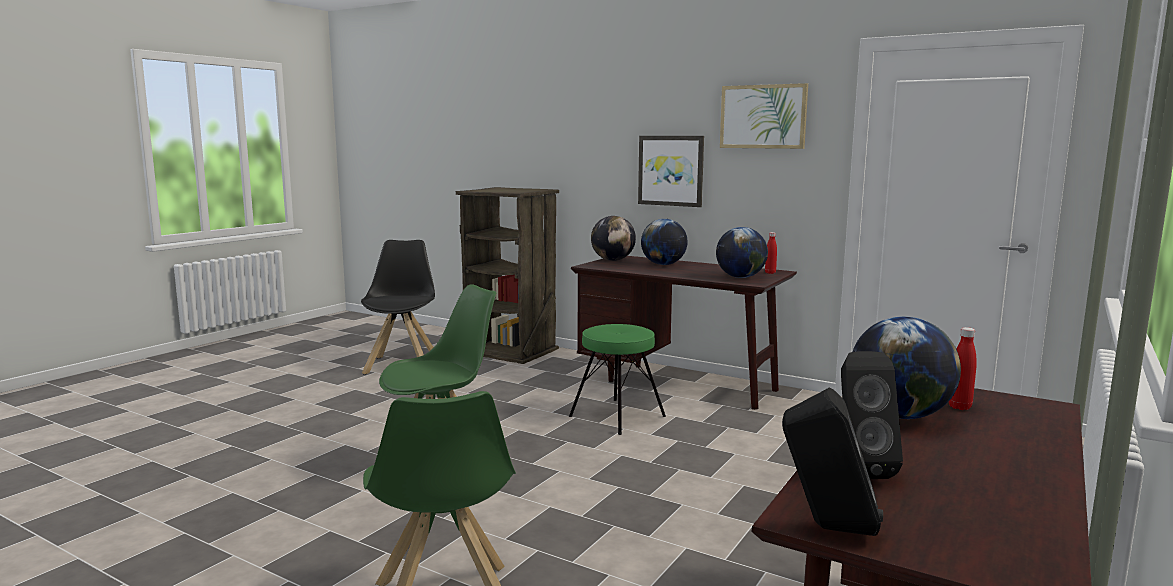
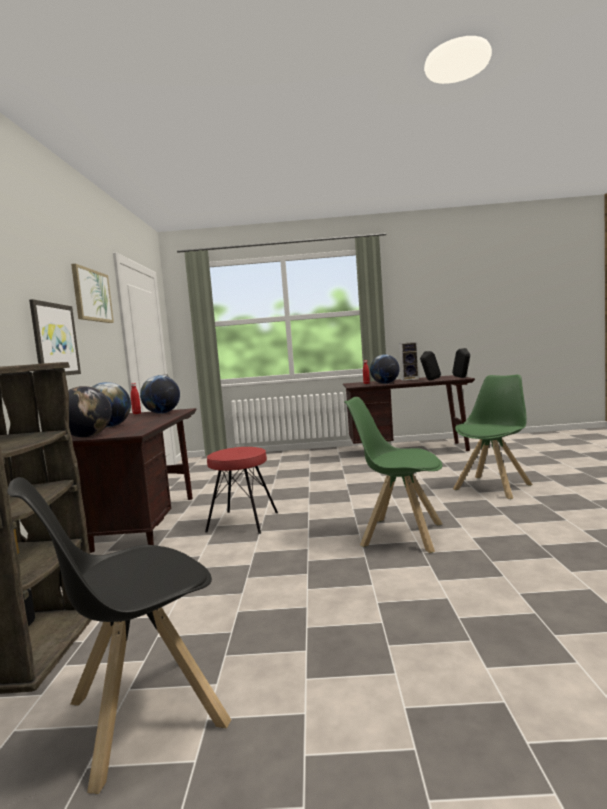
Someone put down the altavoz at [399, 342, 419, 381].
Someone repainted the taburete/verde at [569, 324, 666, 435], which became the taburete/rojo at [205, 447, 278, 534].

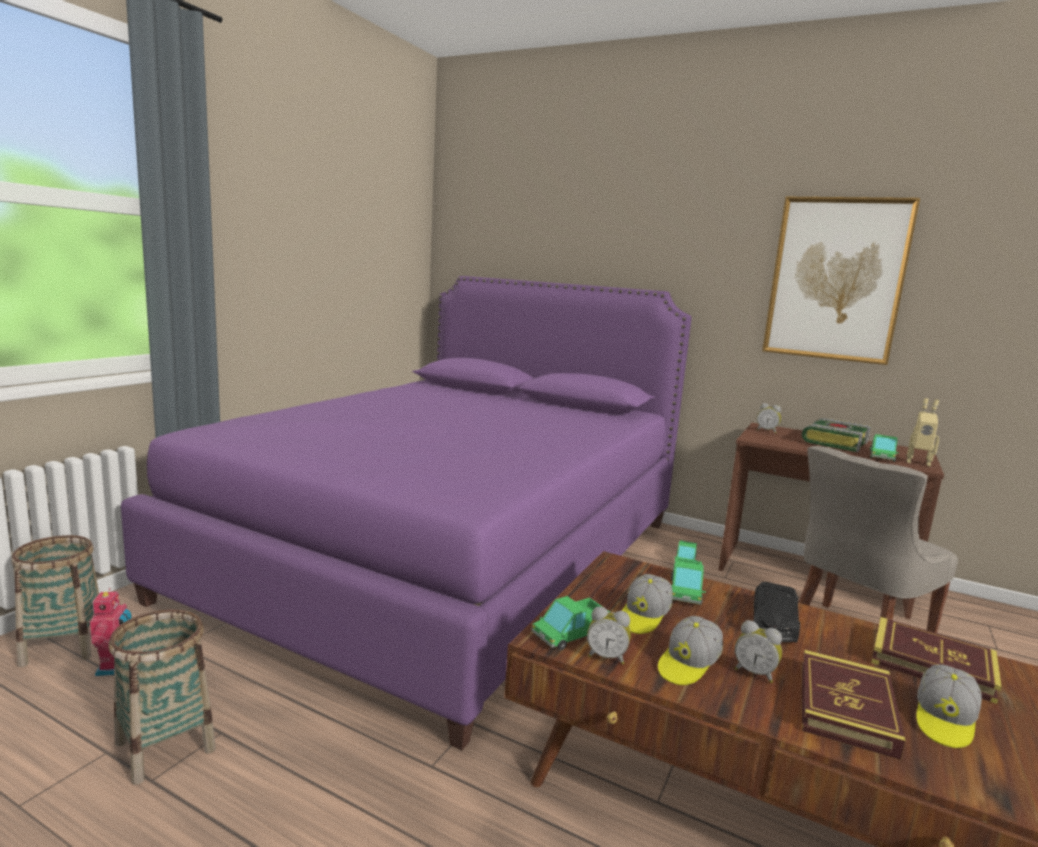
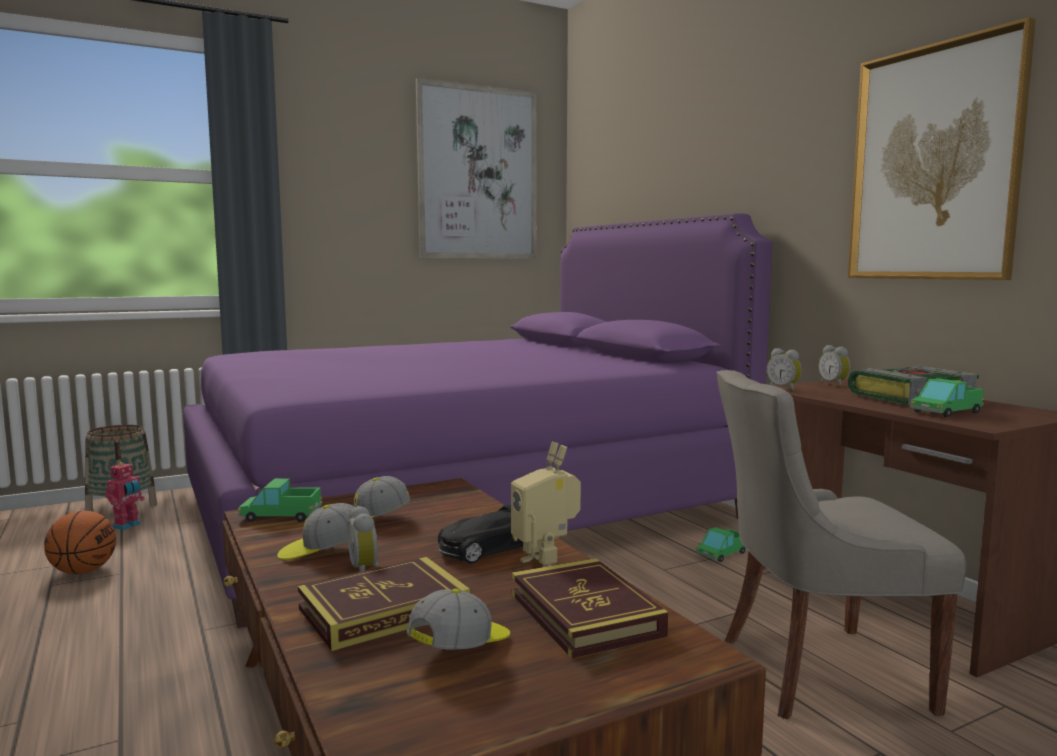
Someone took away the camión de juguete at [671, 558, 706, 604].
Someone put up the cuadro at [416, 78, 537, 259].
Someone carried the despertador from [587, 606, 631, 664] to [767, 348, 802, 391].
Someone carried the robot de juguete from [907, 398, 939, 467] to [511, 442, 581, 567].
Someone swapped the cesta at [108, 609, 216, 785] for the balón de baloncesto at [44, 511, 116, 574].
Someone rotated the gorra at [916, 664, 982, 748] by 150 degrees clockwise.

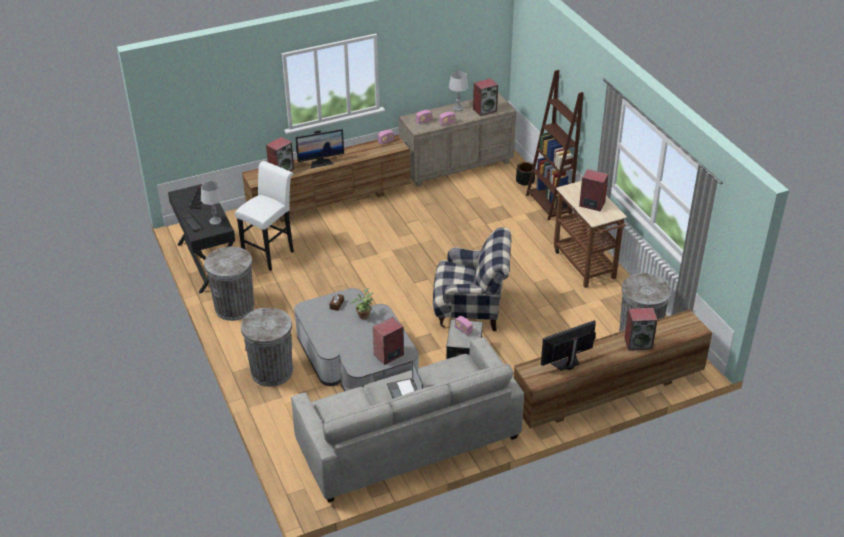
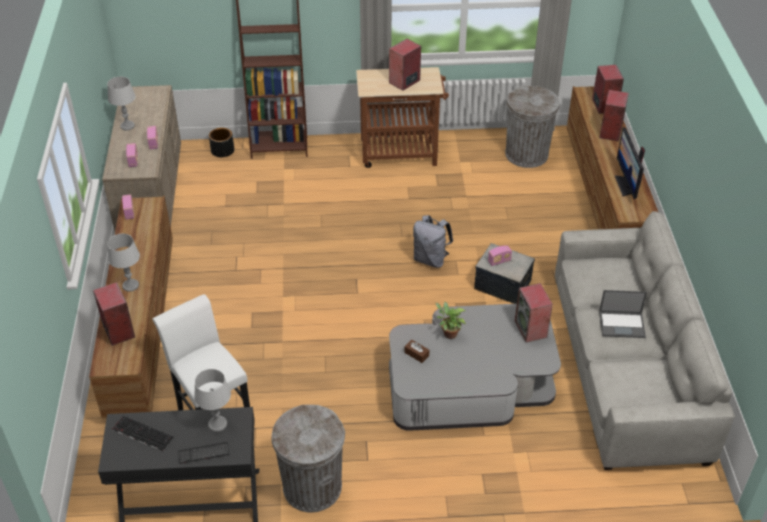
Someone took away the papelera/gris at [241, 308, 293, 387].
Someone carried the altavoz from [473, 78, 498, 116] to [592, 65, 624, 114].
Someone swapped the monitor at [296, 129, 344, 168] for the lámpara de mesa/gris at [107, 234, 140, 292].
Someone swapped the sillón at [433, 227, 511, 331] for the mochila/gris at [413, 215, 453, 268].

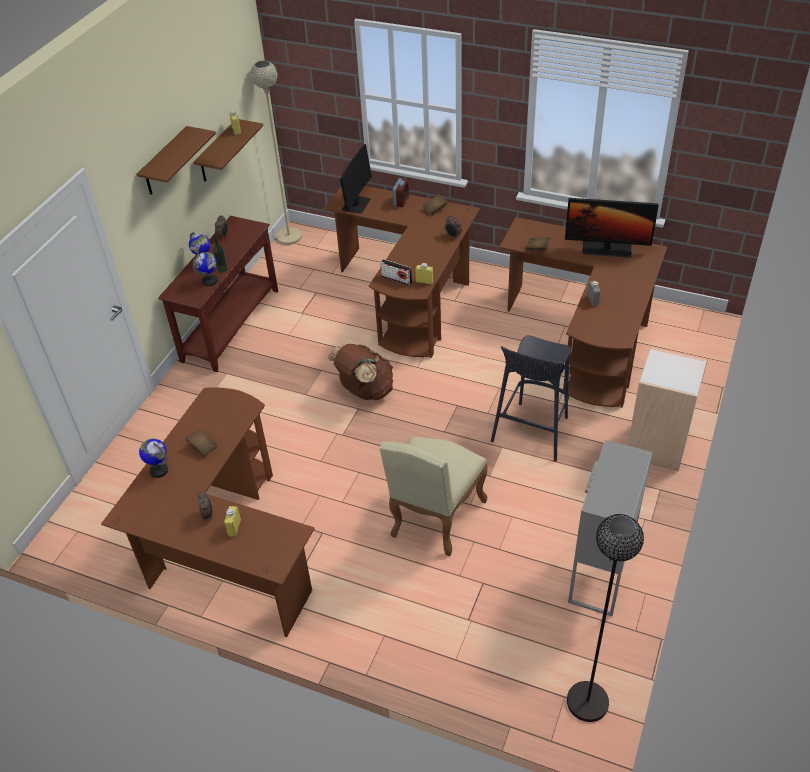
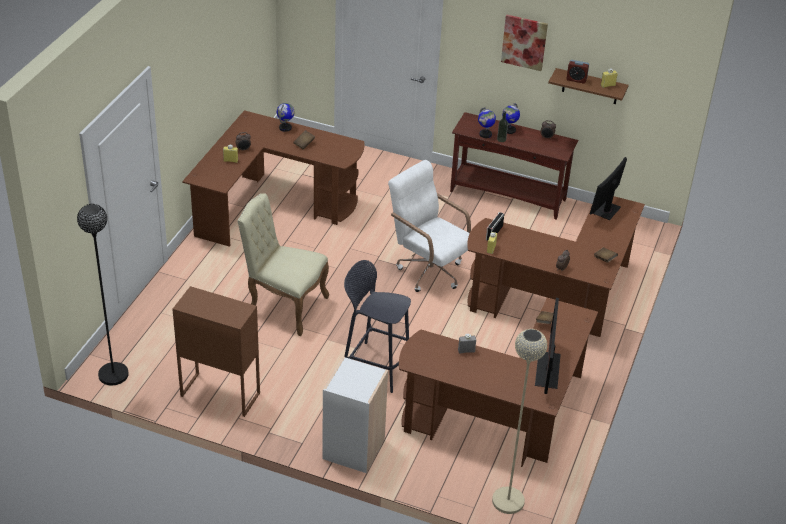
Someone carried the lámpara de pie/beis from [250, 60, 302, 245] to [492, 329, 547, 514].
Someone carried the despertador from [393, 178, 409, 207] to [566, 60, 589, 84].
Someone swapped the estante/marrón at [137, 126, 216, 195] for the cuadro at [501, 15, 548, 71].
Someone swapped the mochila/marrón at [327, 344, 393, 400] for the silla de oficina/blanco at [388, 160, 471, 292].
Someone repainted the armario/gris at [568, 440, 653, 616], which became the armario/marrón at [172, 286, 260, 417].
Someone rotated the monitor at [340, 144, 372, 214] by 105 degrees clockwise.

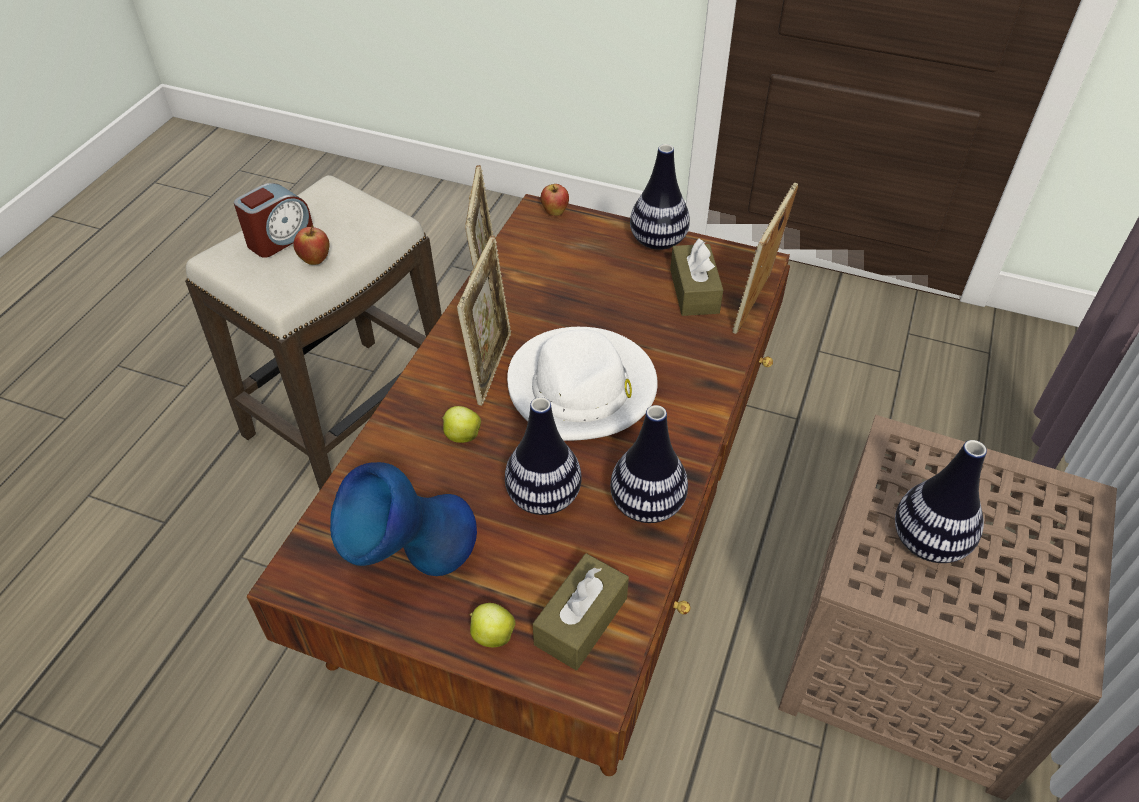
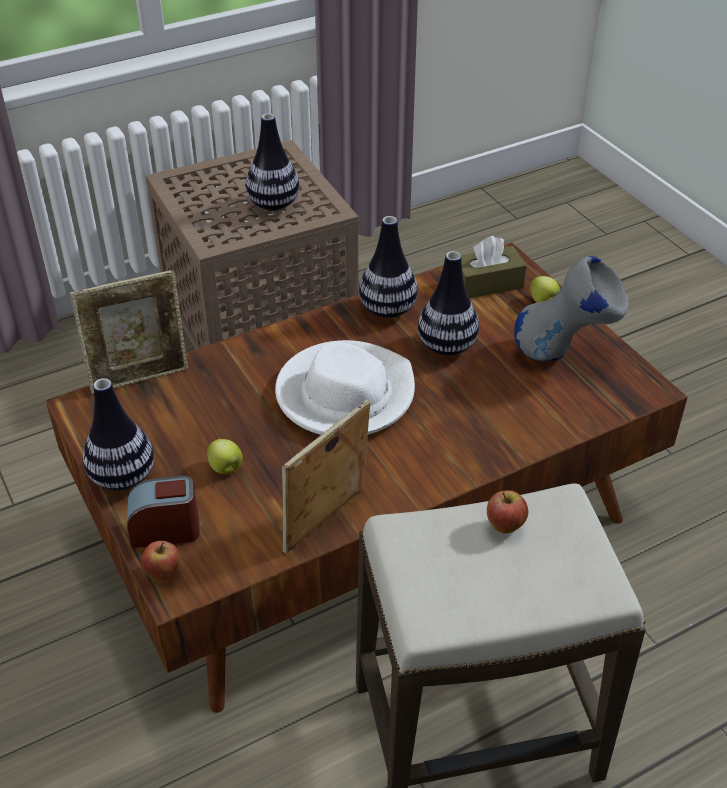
Someone took away the portarretratos at [457, 235, 511, 406].
Someone took away the caja de pañuelos/marrón at [670, 238, 723, 316].
Someone carried the despertador from [234, 183, 313, 258] to [127, 476, 200, 548].
Someone carried the manzana from [442, 406, 481, 443] to [207, 439, 242, 474].
Someone repainted the florero/azul at [330, 462, 477, 576], which became the florero/gris at [514, 256, 629, 361].

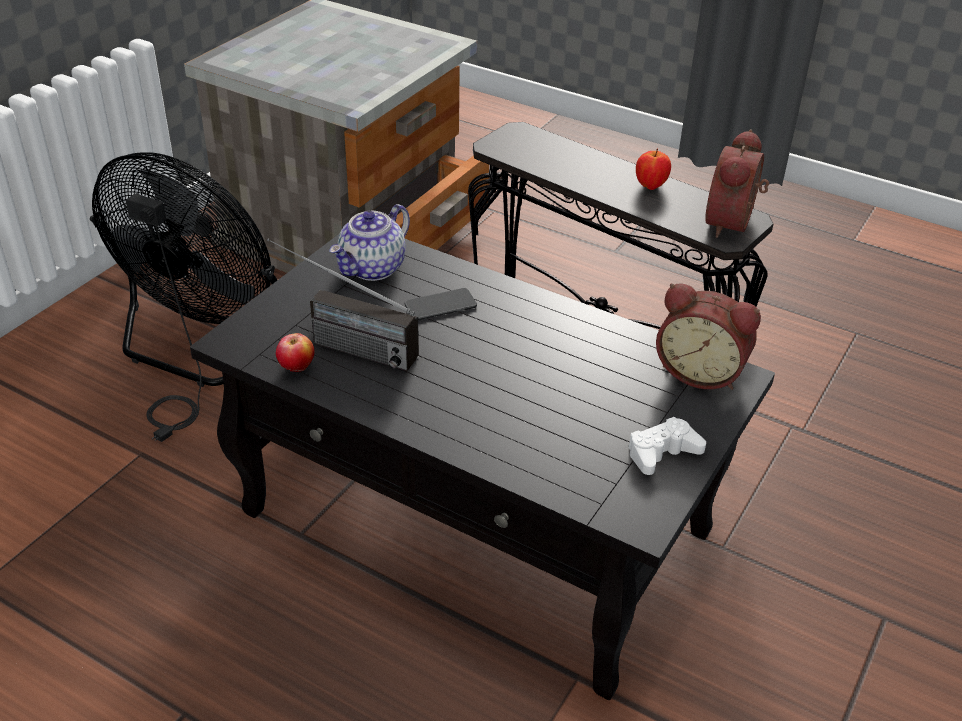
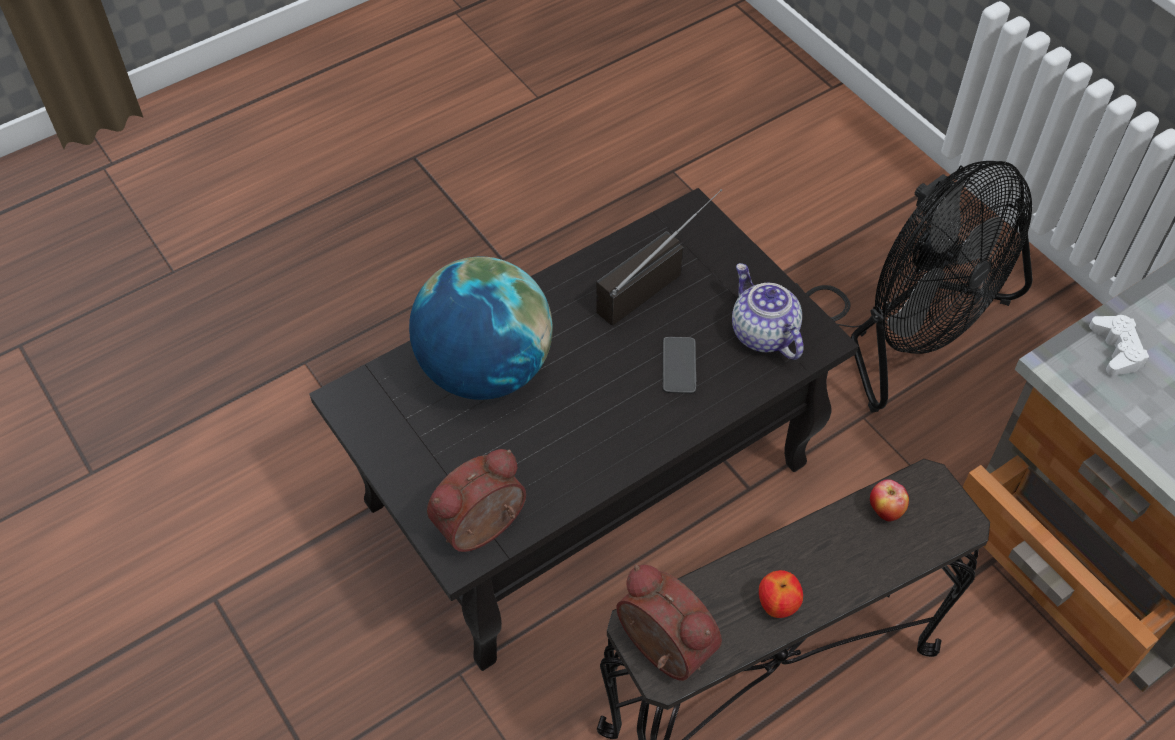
Someone put down the globo terráqueo at [409, 256, 553, 400].
Someone carried the manzana from [276, 333, 315, 372] to [870, 479, 909, 521].
Someone carried the mando de consola/blanco from [628, 417, 706, 475] to [1089, 315, 1149, 375].

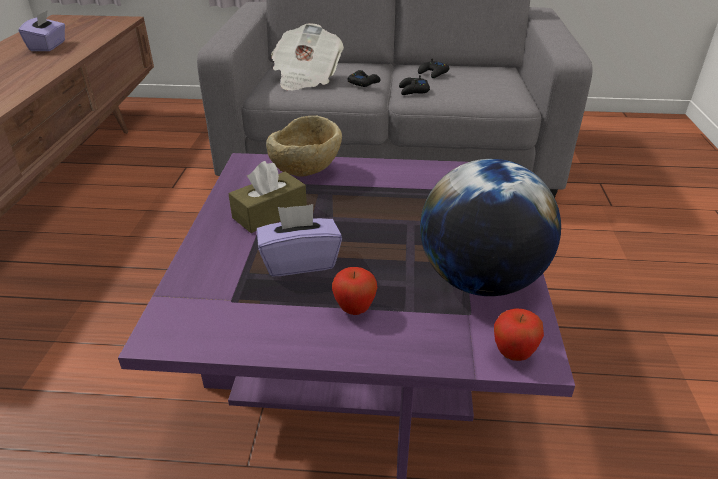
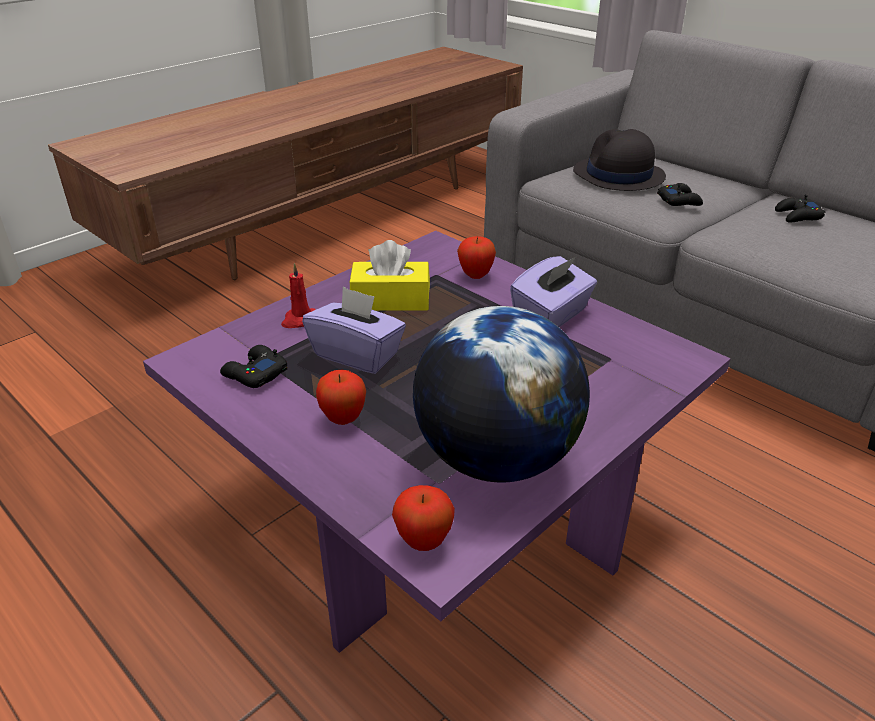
Someone put down the vela/rojo at [281, 263, 316, 328].
Someone carried the caja de pañuelos/morado from [19, 10, 65, 51] to [510, 256, 597, 327].
Someone carried the mando de consola/negro from [399, 75, 430, 95] to [220, 345, 287, 388].
Someone swapped the cuenco/beis at [266, 116, 342, 177] for the manzana at [457, 236, 496, 279].
Someone swapped the periódico at [271, 23, 344, 90] for the sombrero/negro at [573, 129, 666, 191].
Someone repainted the caja de pañuelos/marrón at [229, 161, 307, 233], which became the caja de pañuelos/amarillo at [350, 240, 430, 311].

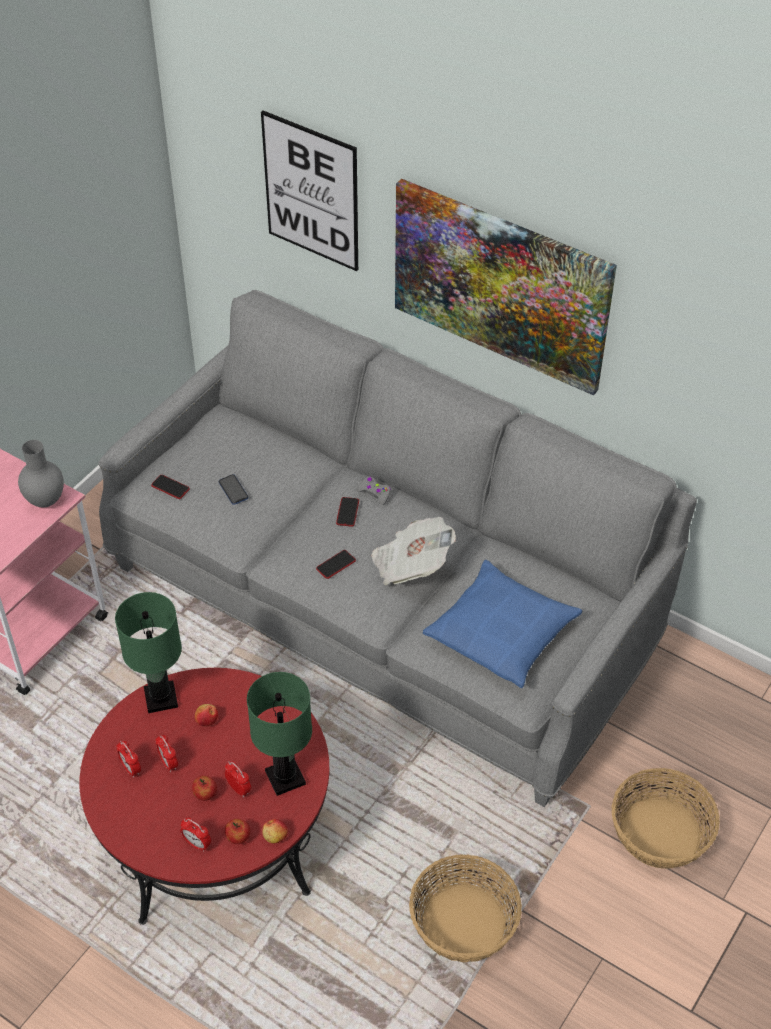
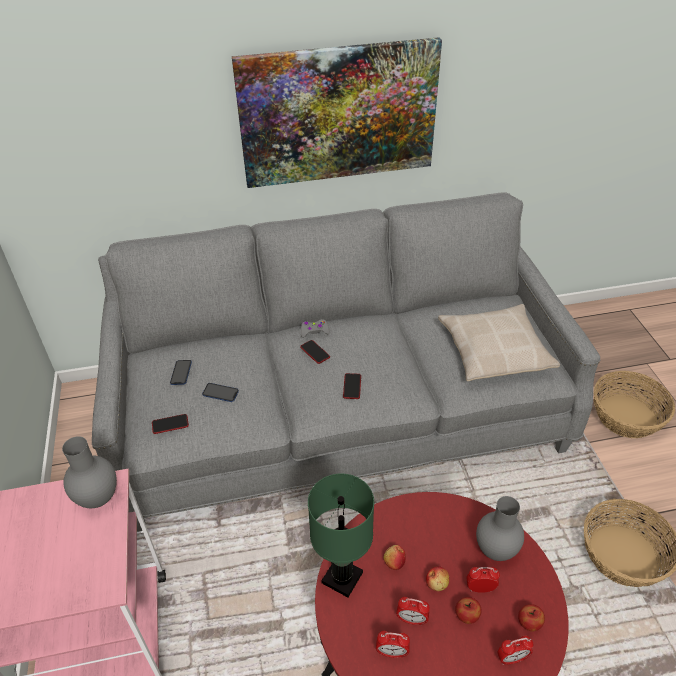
Someone took away the cuadro at [261, 111, 358, 271].
Someone took away the periódico at [371, 517, 456, 585].
Someone put down the móvil at [170, 360, 192, 385].
Someone carried the manzana from [262, 819, 288, 843] to [426, 566, 449, 591].
Someone swapped the lámpara de mesa/verde at [247, 672, 312, 796] for the florero/gris at [476, 496, 524, 561].
Someone repainted the cojín/azul at [423, 560, 582, 688], which became the cojín/beis at [438, 304, 560, 381].

